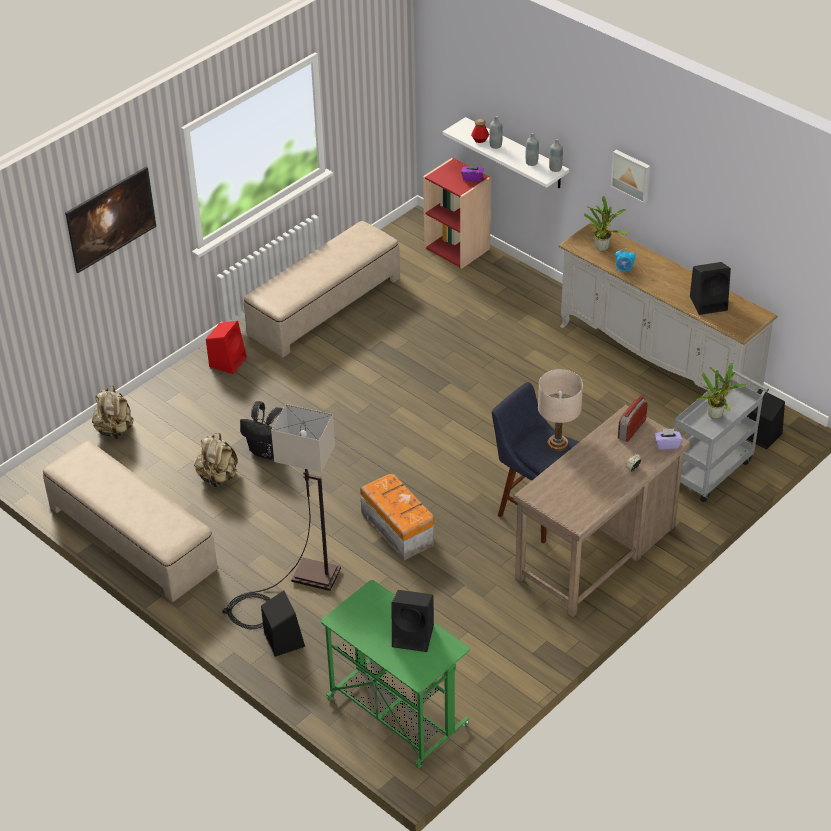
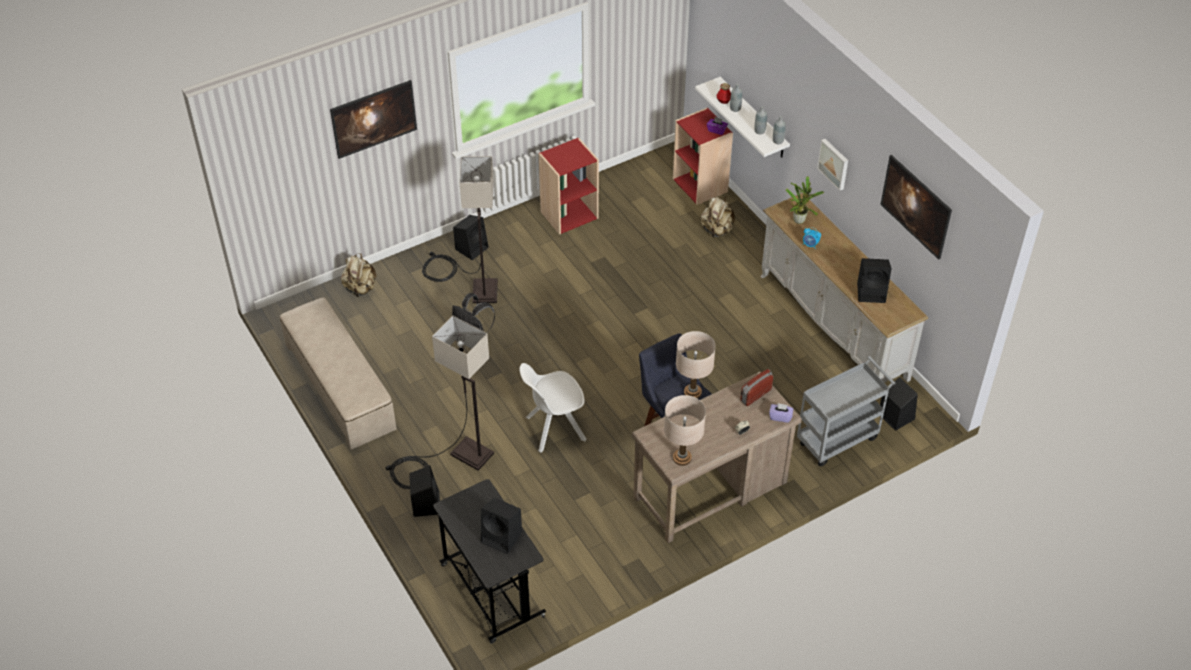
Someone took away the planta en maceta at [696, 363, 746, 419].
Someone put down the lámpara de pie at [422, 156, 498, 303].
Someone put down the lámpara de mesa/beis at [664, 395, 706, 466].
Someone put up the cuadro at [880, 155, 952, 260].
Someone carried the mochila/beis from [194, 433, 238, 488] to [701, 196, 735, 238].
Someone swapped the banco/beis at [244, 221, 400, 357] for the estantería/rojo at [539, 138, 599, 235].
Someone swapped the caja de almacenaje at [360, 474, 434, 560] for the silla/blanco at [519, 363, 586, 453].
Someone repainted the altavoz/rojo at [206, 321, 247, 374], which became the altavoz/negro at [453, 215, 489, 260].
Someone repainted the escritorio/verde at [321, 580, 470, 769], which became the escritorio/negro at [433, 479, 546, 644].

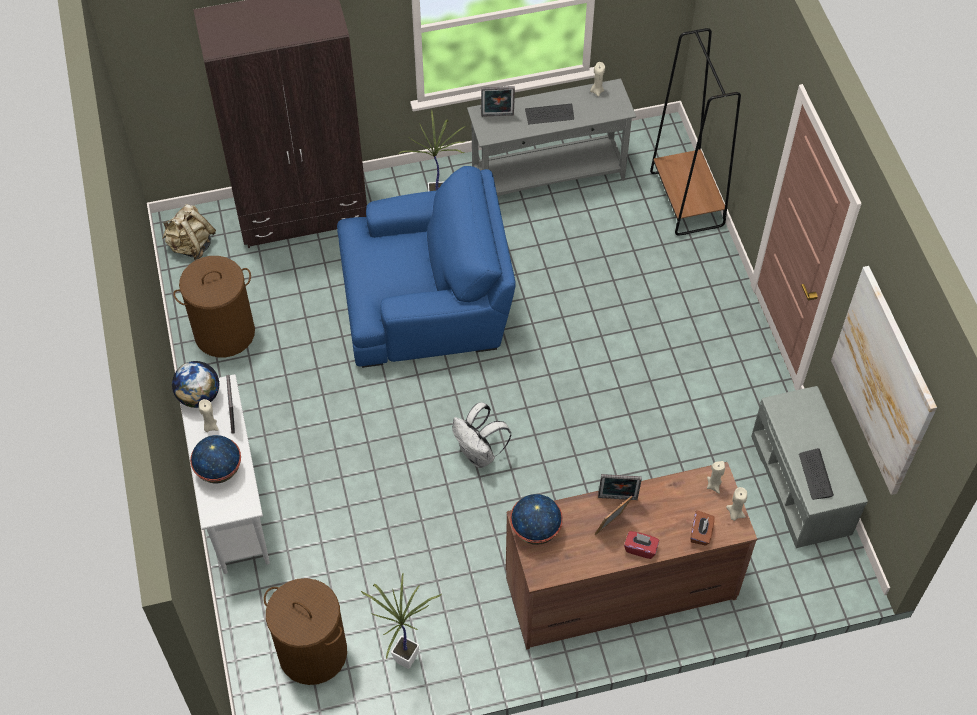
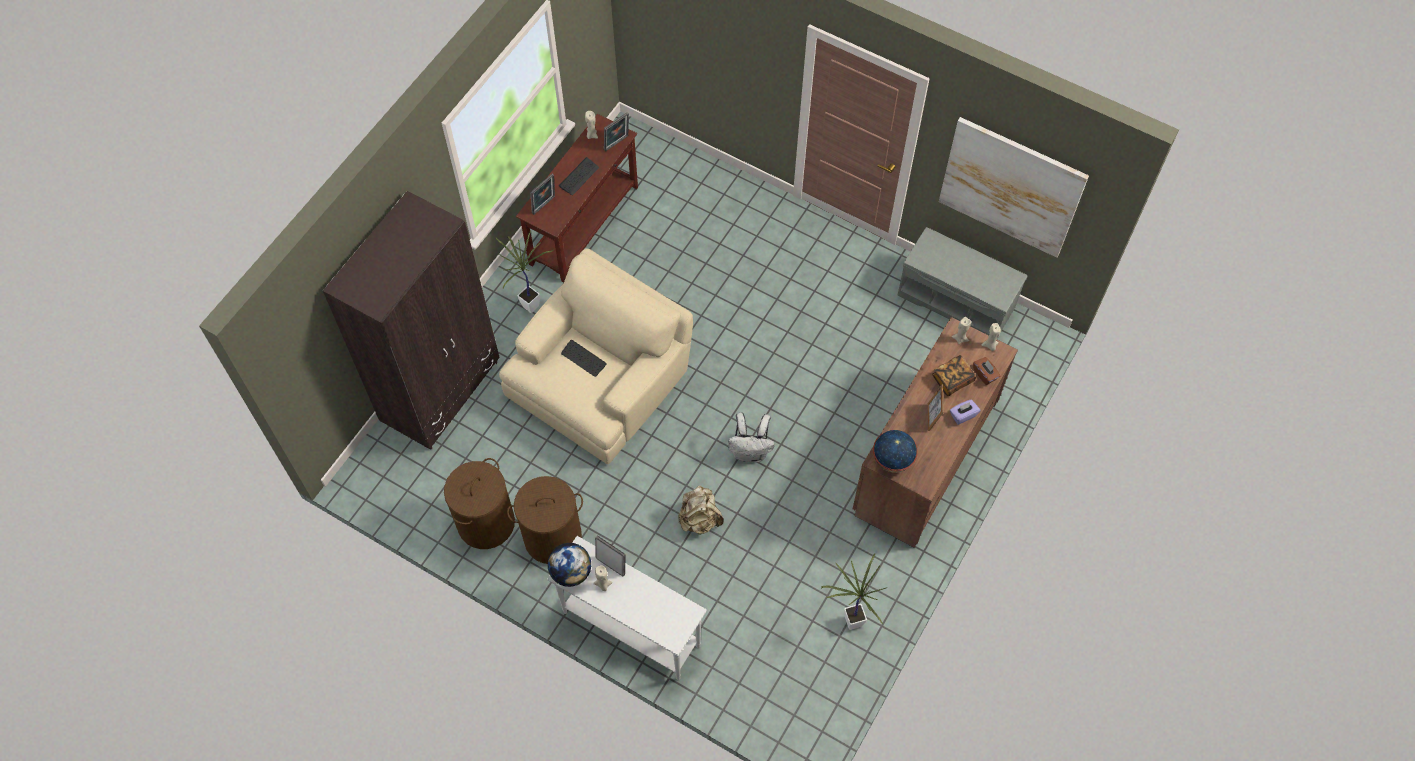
Someone took away the globo terráqueo at [190, 435, 241, 483].
Someone took away the perchero at [650, 28, 741, 236].
Someone put down the libro at [932, 355, 976, 396].
Someone carried the mochila/beis from [162, 204, 216, 260] to [678, 485, 723, 535].
Someone carried the cesto de la ropa/marrón from [264, 578, 347, 685] to [507, 476, 583, 564].
Someone carried the portarretratos from [598, 474, 642, 500] to [604, 112, 629, 152].
Someone carried the teclado from [799, 448, 834, 500] to [561, 340, 607, 377].
Someone repainted the sillón/azul at [337, 166, 516, 368], which became the sillón/beis at [499, 249, 693, 464].
Someone repainted the mesa consola/gris at [467, 79, 636, 196], which became the mesa consola/marrón at [516, 114, 638, 283].
Someone repainted the caja de pañuelos/rojo at [624, 531, 659, 559], which became the caja de pañuelos/morado at [950, 400, 980, 425].

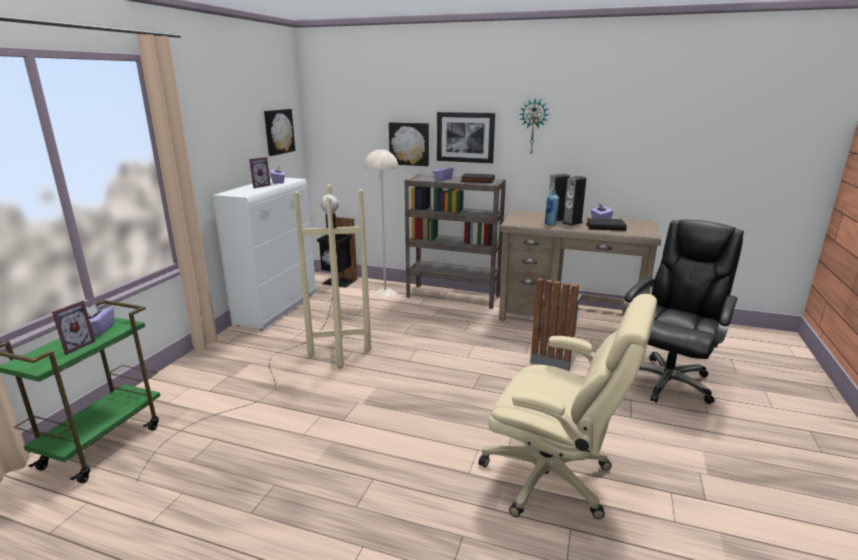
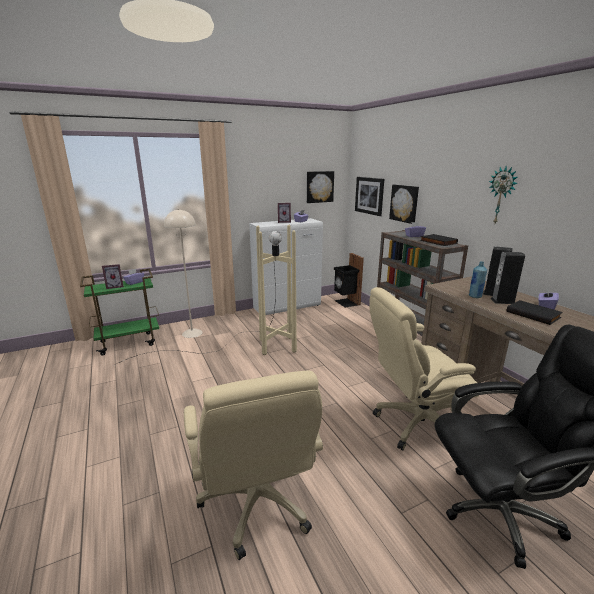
Someone carried the lámpara de pie/beis from [364, 148, 398, 298] to [164, 209, 203, 338].
Someone carried the cuadro from [437, 112, 495, 163] to [355, 177, 384, 216].
Someone swapped the papelera/gris at [530, 278, 582, 371] for the silla de oficina/beis at [369, 287, 479, 451].

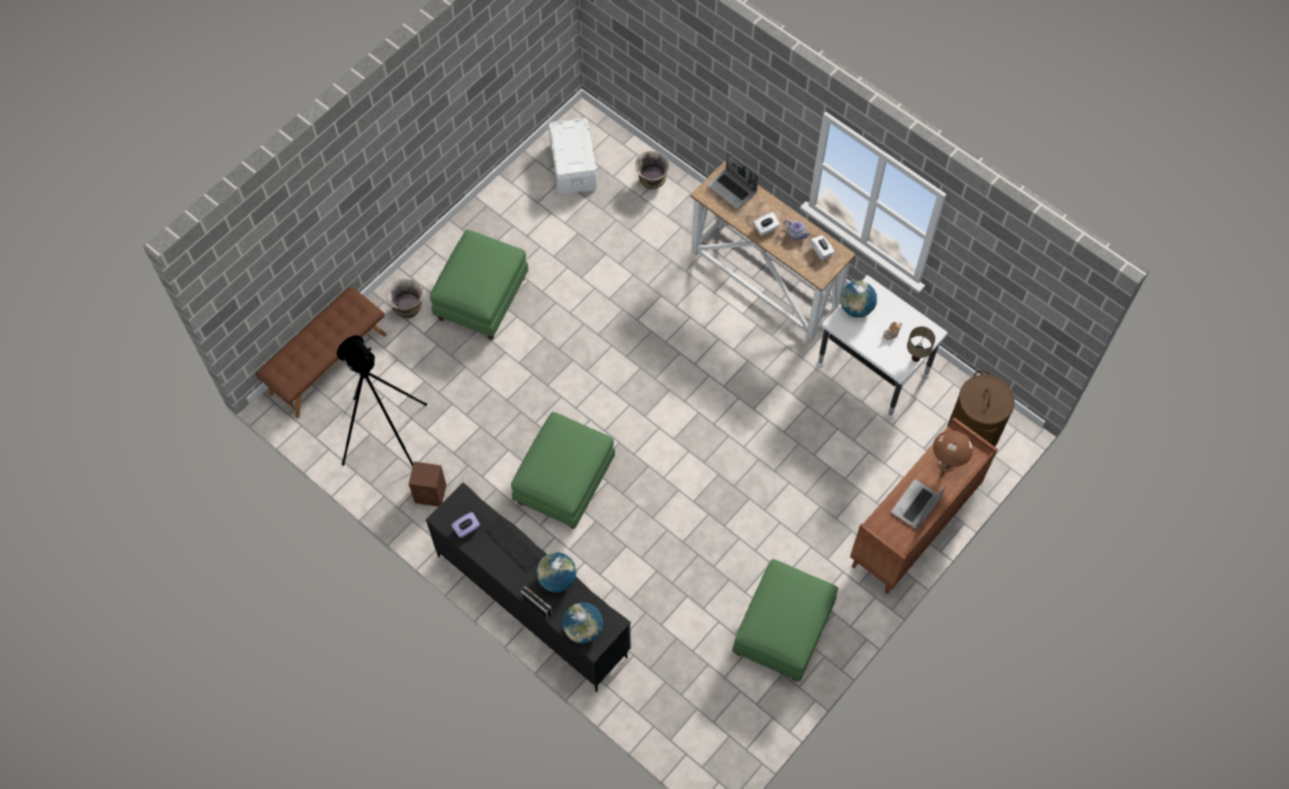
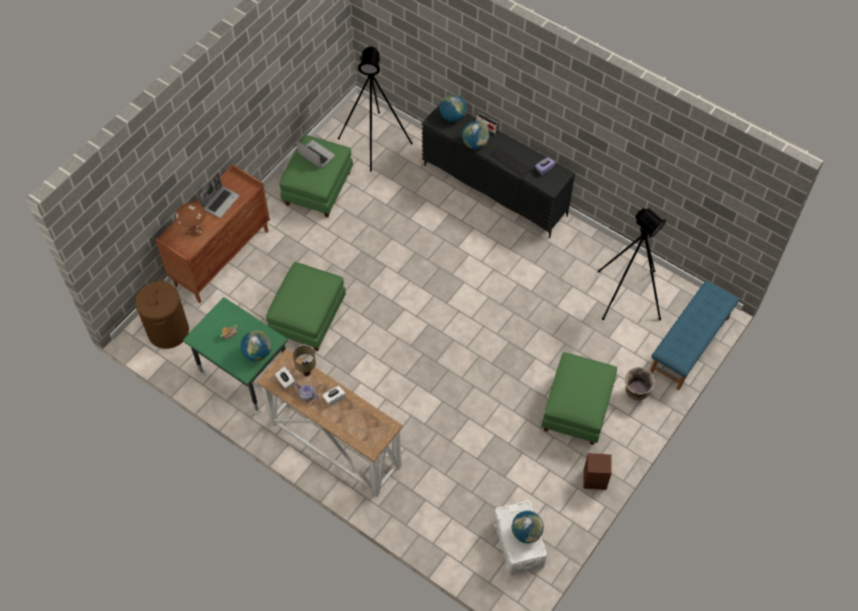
Someone took away the florero at [635, 151, 669, 189].
Someone put down the lámpara de pie/negro at [338, 46, 413, 171].
Someone put down the globo terráqueo at [512, 511, 544, 543].
Someone carried the altavoz/marrón from [409, 462, 446, 507] to [584, 453, 612, 490].
Someone carried the puf/verde from [511, 412, 615, 529] to [266, 262, 346, 351].
Someone carried the portátil from [707, 153, 758, 209] to [296, 140, 335, 169].
Someone carried the lámpara de mesa from [907, 326, 935, 362] to [293, 346, 316, 376].
Someone repainted the banco/marrón at [256, 286, 386, 418], which became the banco/azul at [650, 280, 739, 390].
Someone repainted the escritorio/blanco at [816, 275, 948, 420], which became the escritorio/verde at [183, 297, 288, 414].

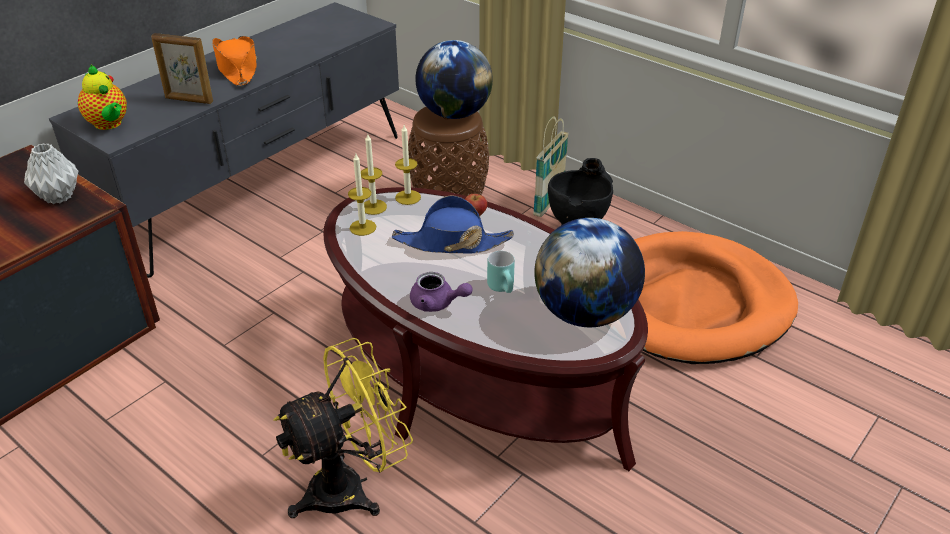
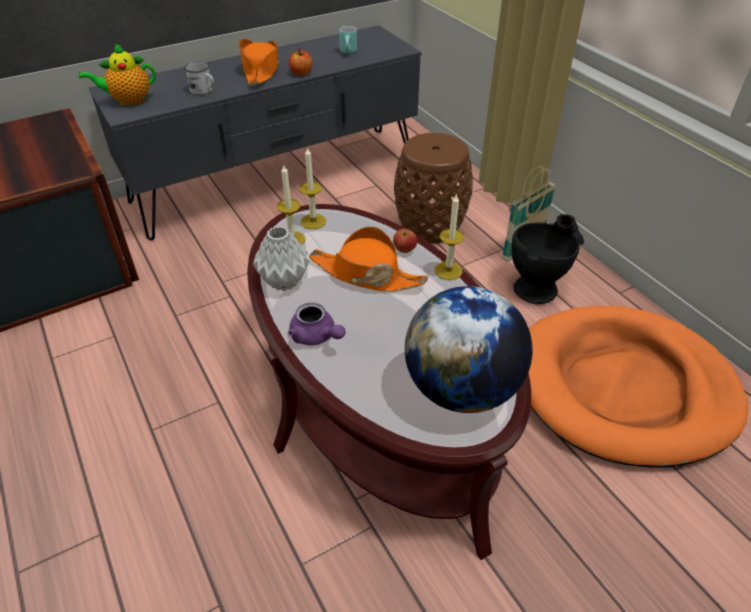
Someone took away the ventilador/amarillo at [274, 338, 413, 518].
Someone took away the globo terráqueo at [415, 40, 493, 119].
Someone put down the manzana at [289, 49, 312, 75].
Someone carried the florero/gris from [24, 143, 78, 204] to [253, 226, 310, 291].
Someone carried the vela from [395, 125, 421, 205] to [435, 193, 465, 280].
Someone carried the taza grande/turquesa from [487, 251, 515, 293] to [339, 26, 357, 54].
Someone swapped the portarretratos at [151, 33, 213, 104] for the taza grande/blanco at [184, 62, 214, 95].
Someone repainted the sombrero/azul at [392, 196, 514, 253], which became the sombrero/naranja at [309, 226, 428, 292].
Someone rotated the tetera at [78, 65, 127, 130] by 90 degrees clockwise.

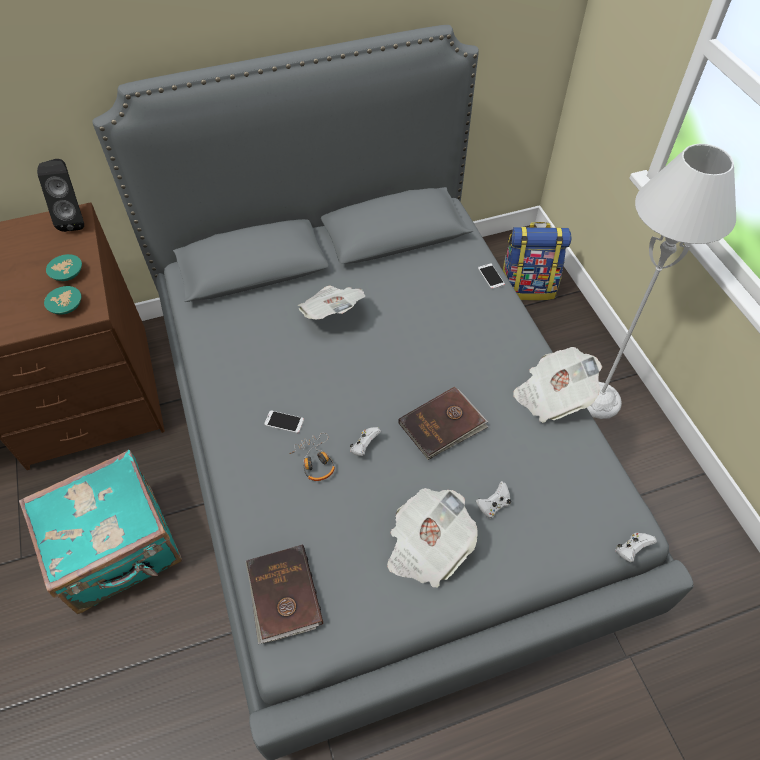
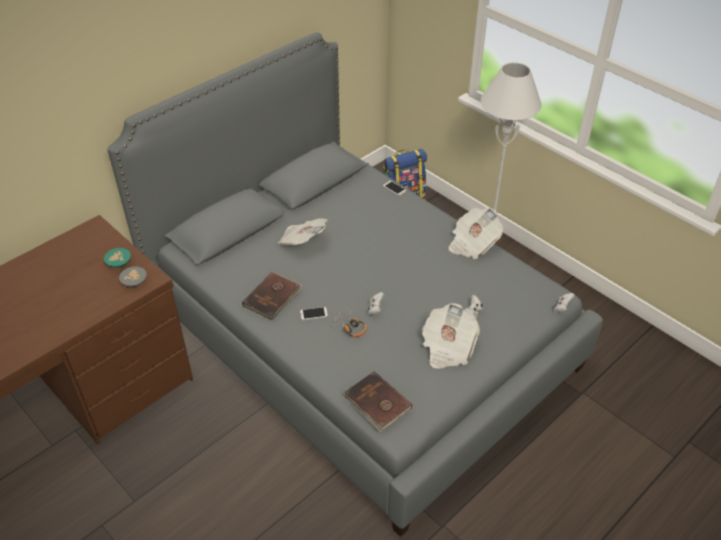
Someone took away the maleta/turquesa at [19, 450, 182, 614].
Someone took away the altavoz/negro at [37, 159, 84, 232].
Someone carried the libro/marrón from [398, 387, 488, 460] to [242, 272, 303, 320].
Someone repainted the cuenco/turquesa at [44, 286, 81, 315], which became the cuenco/gris at [119, 266, 147, 287].

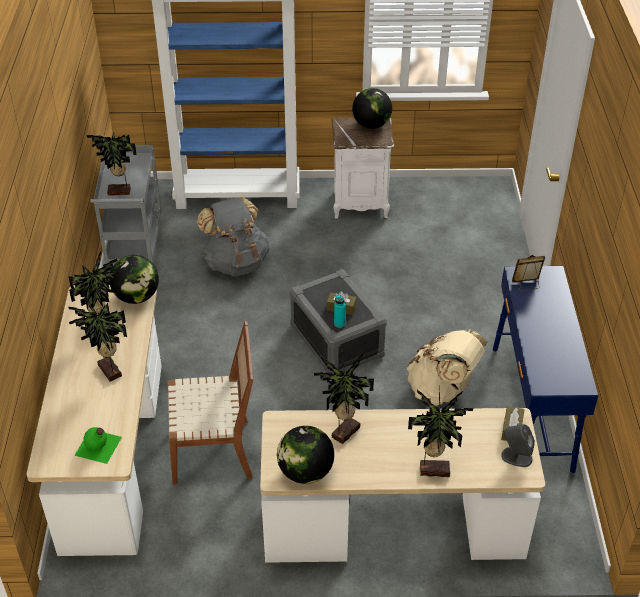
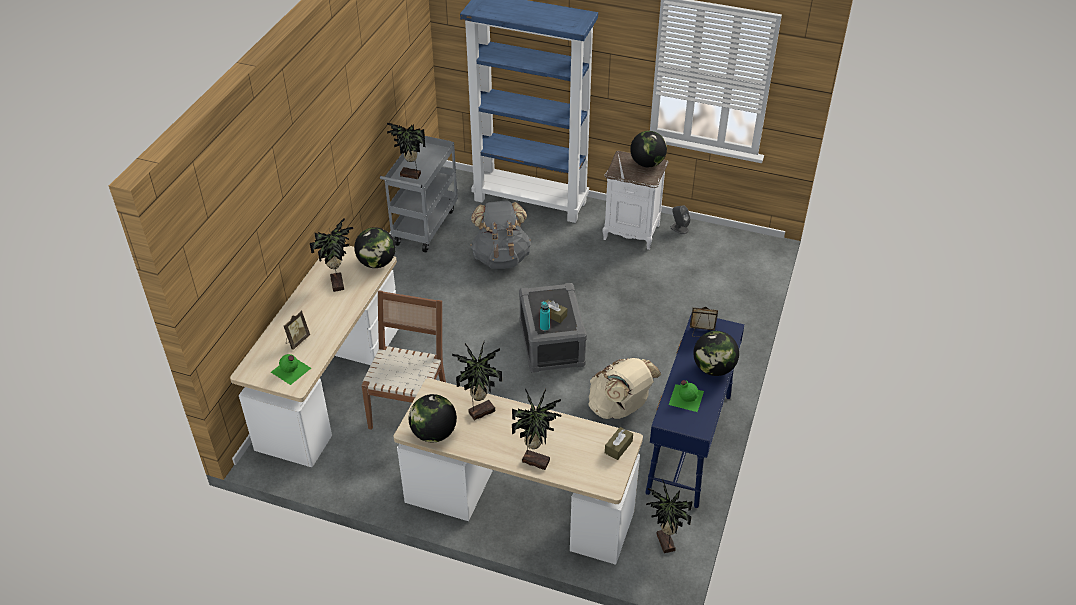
Someone put down the portarretratos at [283, 311, 310, 350].
Someone put down the botella/verde at [669, 380, 704, 412].
Someone put down the globo terráqueo at [693, 331, 739, 376].
Someone carried the planta en maceta from [69, 295, 127, 381] to [646, 478, 693, 553].
Someone carried the altavoz/gris from [501, 424, 535, 467] to [671, 205, 691, 234].
Someone rotated the silla at [168, 321, 253, 484] by 90 degrees counterclockwise.

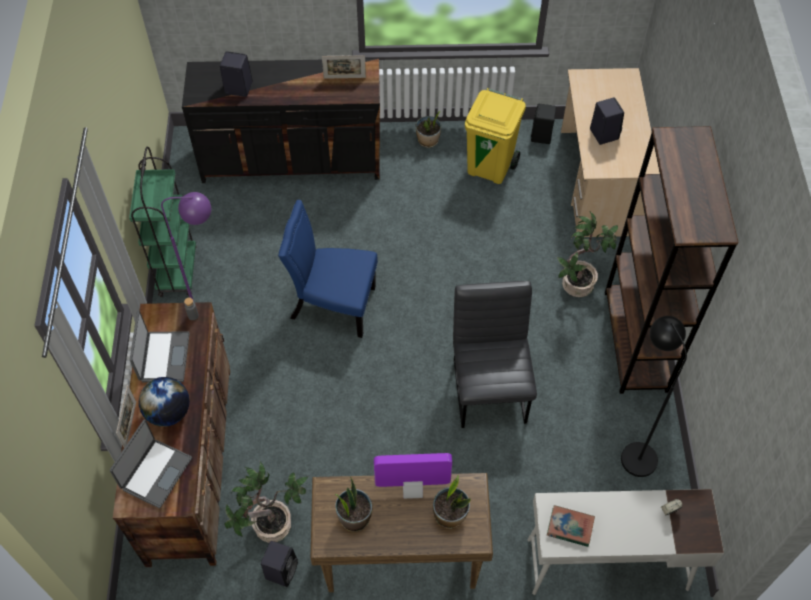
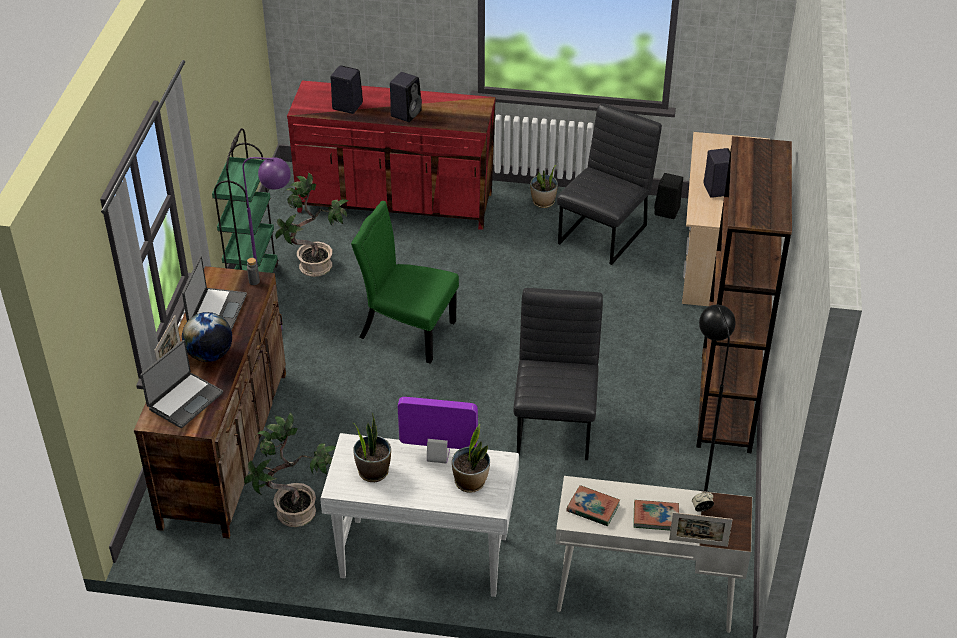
Someone put down the libro at [633, 500, 679, 531].
Someone carried the altavoz/negro from [261, 541, 298, 587] to [390, 72, 422, 122].
Someone carried the portarretratos from [322, 55, 366, 79] to [669, 512, 733, 547].
Someone carried the planta en maceta from [557, 212, 618, 297] to [275, 172, 349, 277].
Someone swapped the papelera/amarillo at [465, 88, 526, 184] for the silla/gris at [557, 103, 662, 265].
Someone repainted the armario/negro at [182, 59, 380, 183], which became the armario/rojo at [287, 81, 495, 230].
Someone repainted the silla/azul at [278, 200, 378, 338], which became the silla/verde at [351, 201, 459, 364].
Someone repainted the mesa consola/marrón at [310, 473, 493, 592], which became the mesa consola/blanco at [320, 433, 519, 597].

